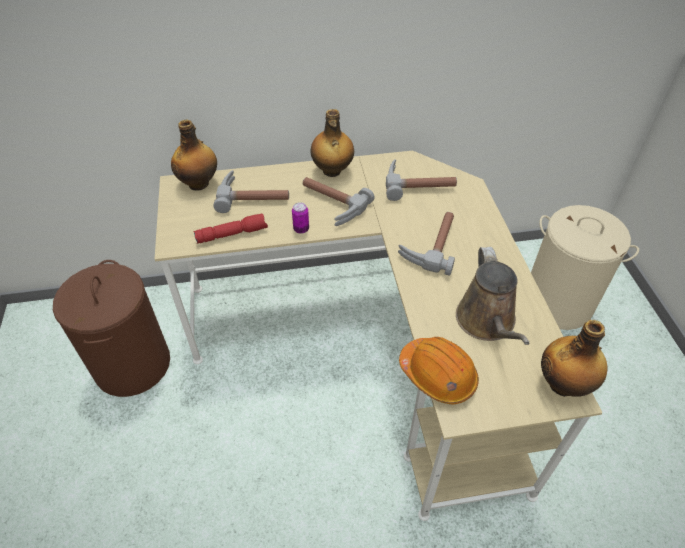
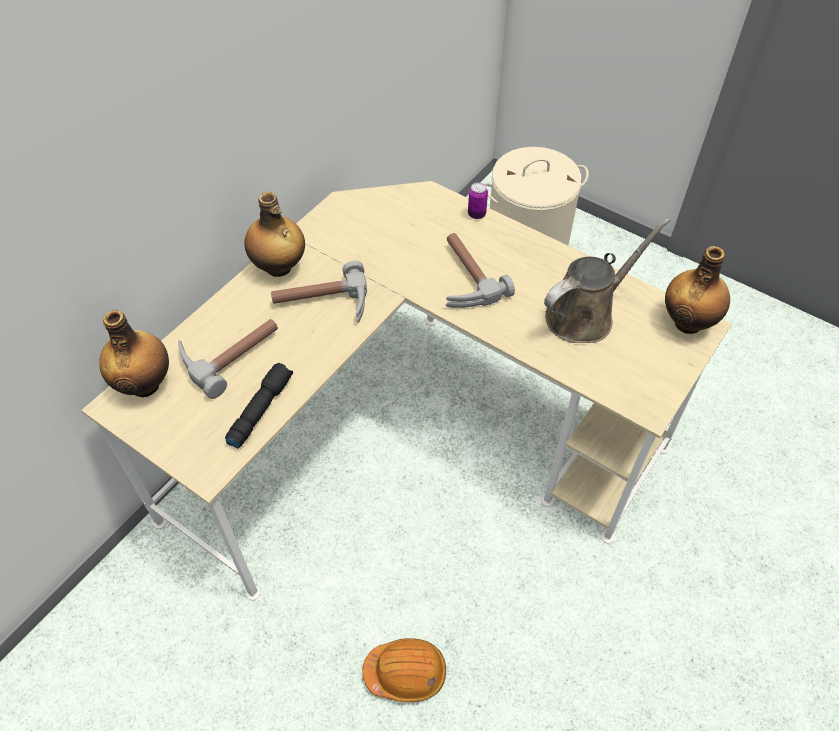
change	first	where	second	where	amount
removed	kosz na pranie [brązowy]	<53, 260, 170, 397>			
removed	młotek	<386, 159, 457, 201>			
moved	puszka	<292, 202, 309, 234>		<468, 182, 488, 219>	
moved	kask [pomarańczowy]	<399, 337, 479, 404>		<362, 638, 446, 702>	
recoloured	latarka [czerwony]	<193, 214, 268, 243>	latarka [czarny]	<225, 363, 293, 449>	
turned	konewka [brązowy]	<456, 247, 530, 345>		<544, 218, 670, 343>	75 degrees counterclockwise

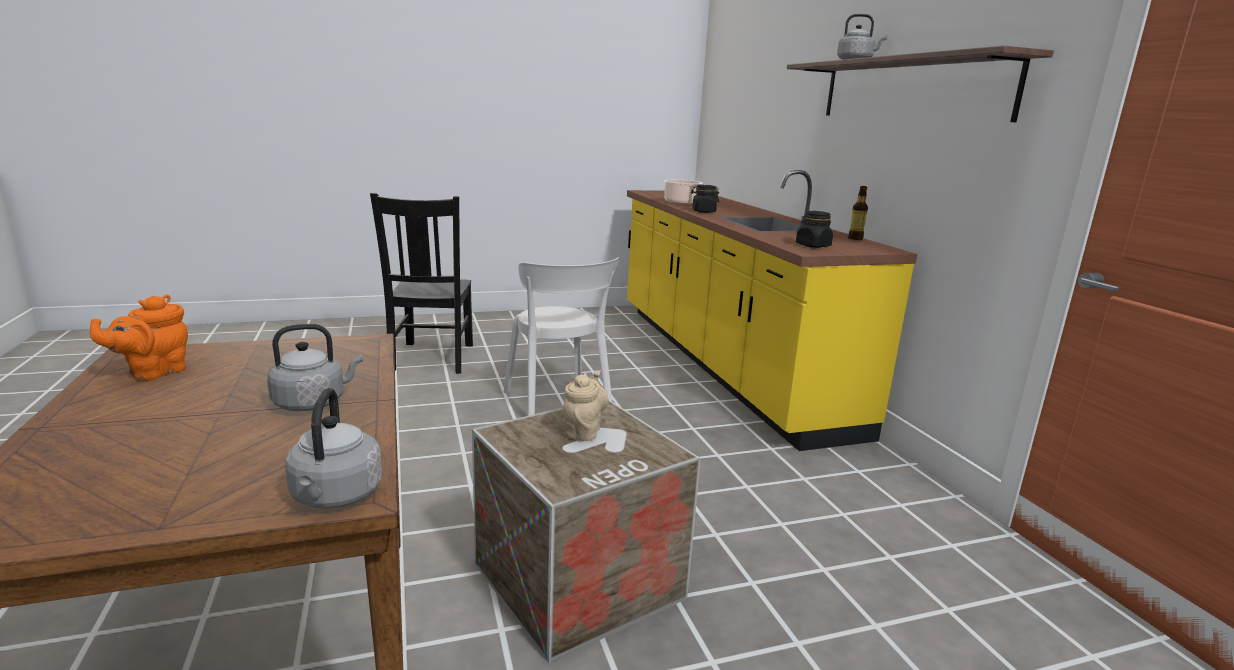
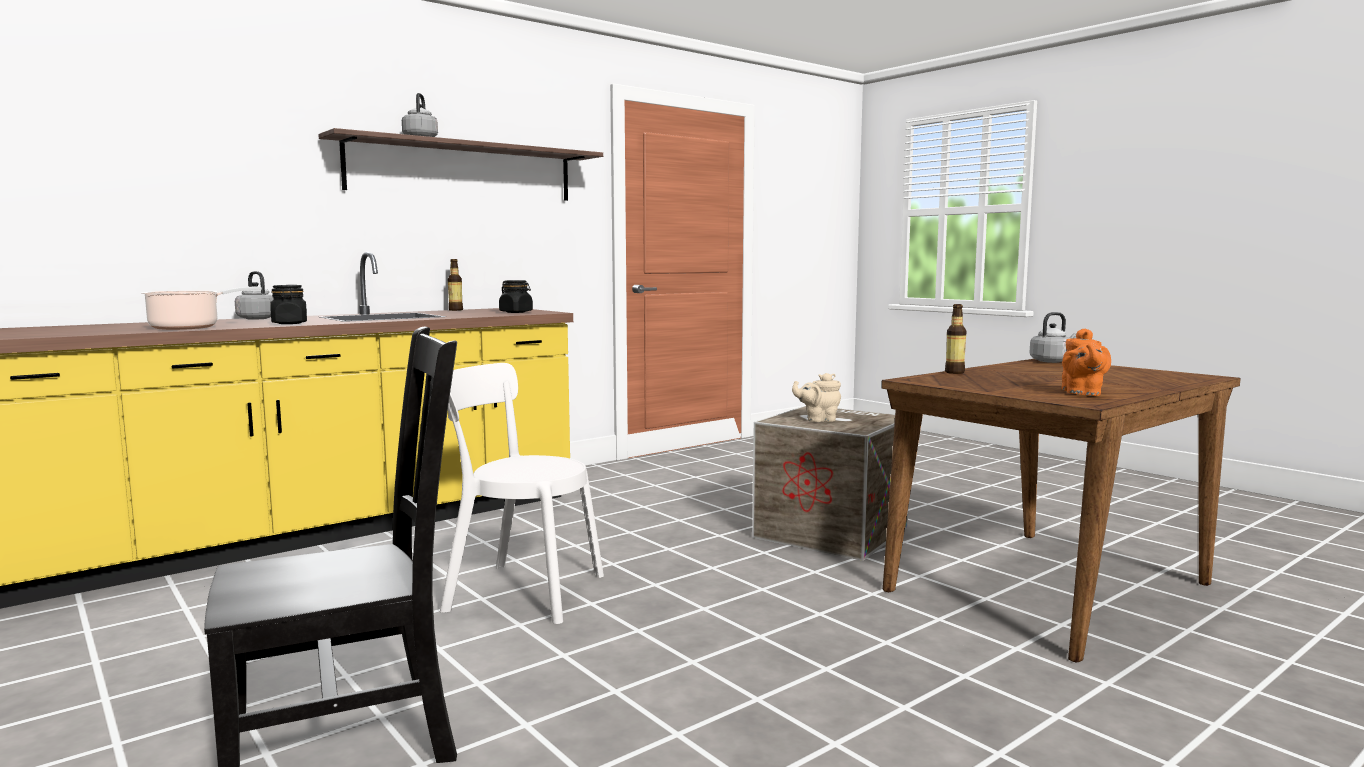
change	first	where	second	where	amount
added			butelka	<945, 304, 966, 374>	
moved	czajnik [szary]	<267, 324, 363, 411>		<235, 271, 274, 320>	
turned	imbryk [pomarańczowy]	<90, 295, 188, 381>		<1061, 328, 1111, 396>	90 degrees clockwise
turned	krzesło [biały]	<504, 257, 620, 416>		<440, 363, 604, 624>	120 degrees counterclockwise

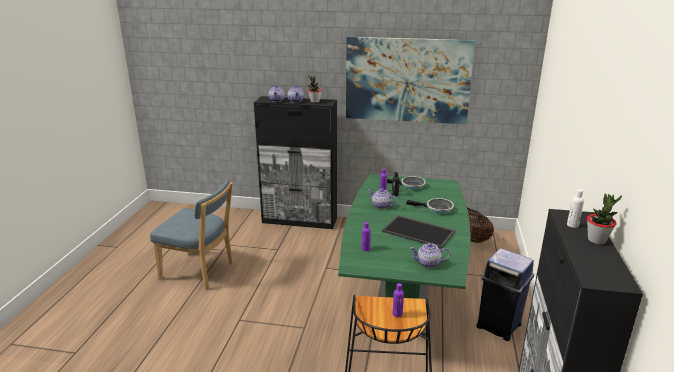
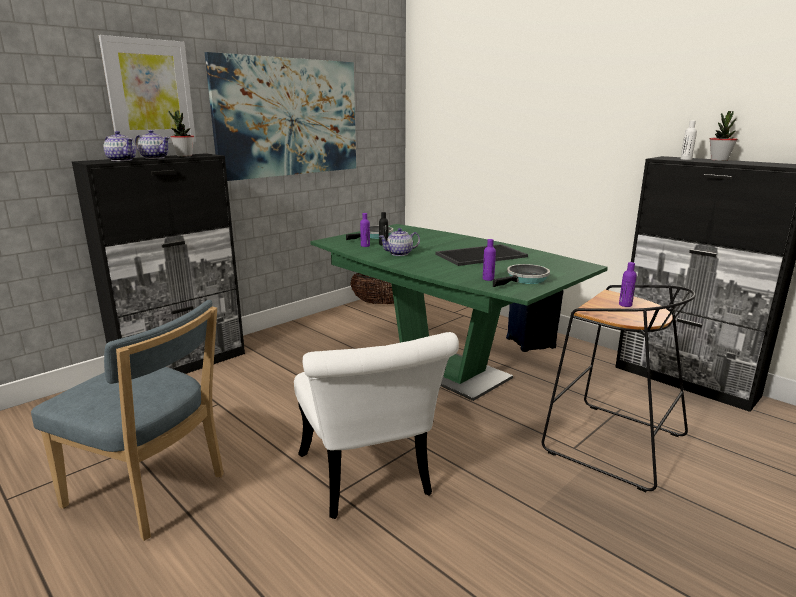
change	first	where	second	where	amount
removed	imbryk	<410, 243, 450, 268>			
added			obraz	<99, 35, 196, 144>	
added			krzesło [biały]	<294, 332, 459, 519>	
moved	patelnia	<406, 198, 454, 214>		<493, 264, 550, 287>	
turned	krzesło [niebieski]	<150, 179, 233, 290>		<31, 300, 224, 541>	60 degrees clockwise

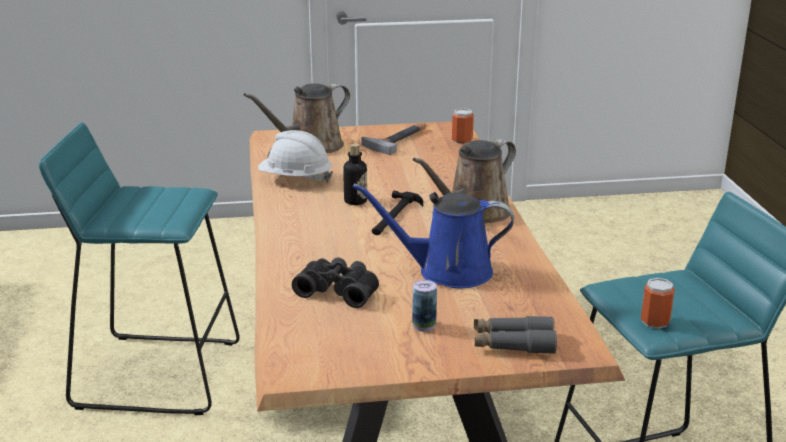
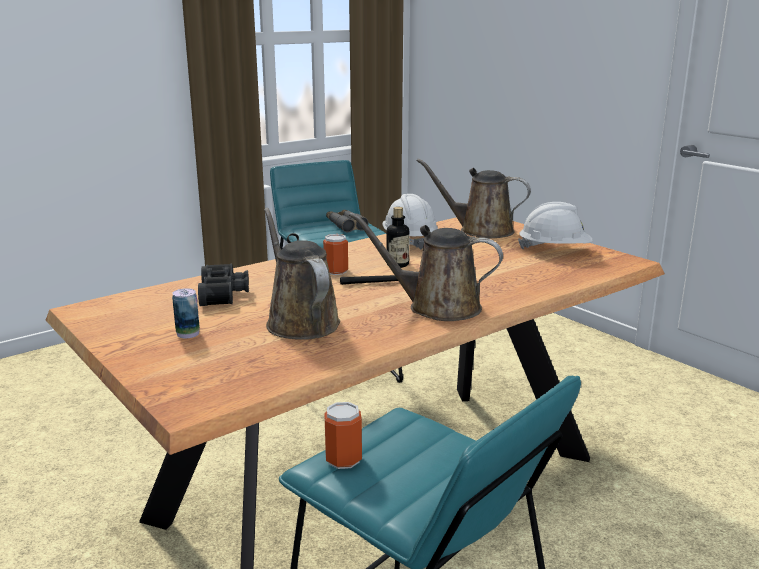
change	first	where	second	where	amount
moved	puszka	<452, 108, 474, 144>		<323, 234, 348, 275>	
moved	lornetka [szary]	<474, 316, 557, 354>		<326, 210, 369, 233>	
replaced	młotek	<361, 122, 426, 155>	kask [biały]	<518, 202, 593, 249>	
recoloured	konewka [niebieski]	<353, 183, 514, 288>	konewka [brązowy]	<264, 208, 340, 340>	

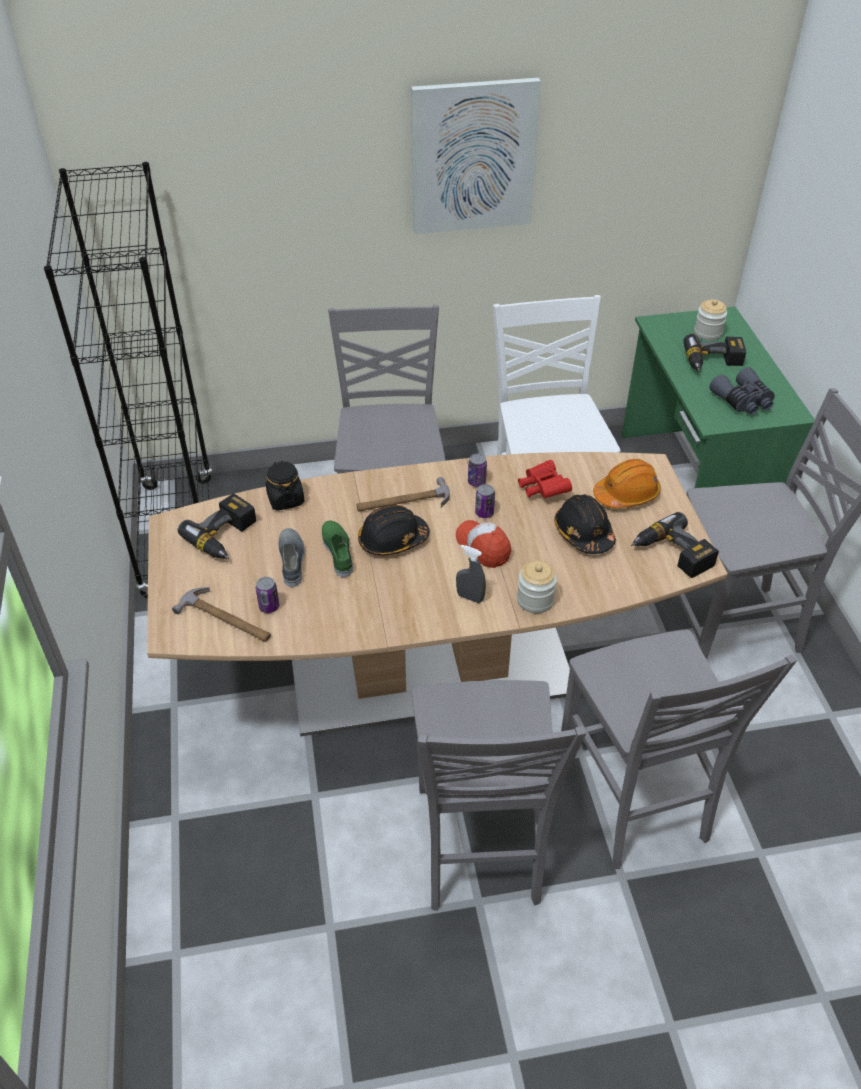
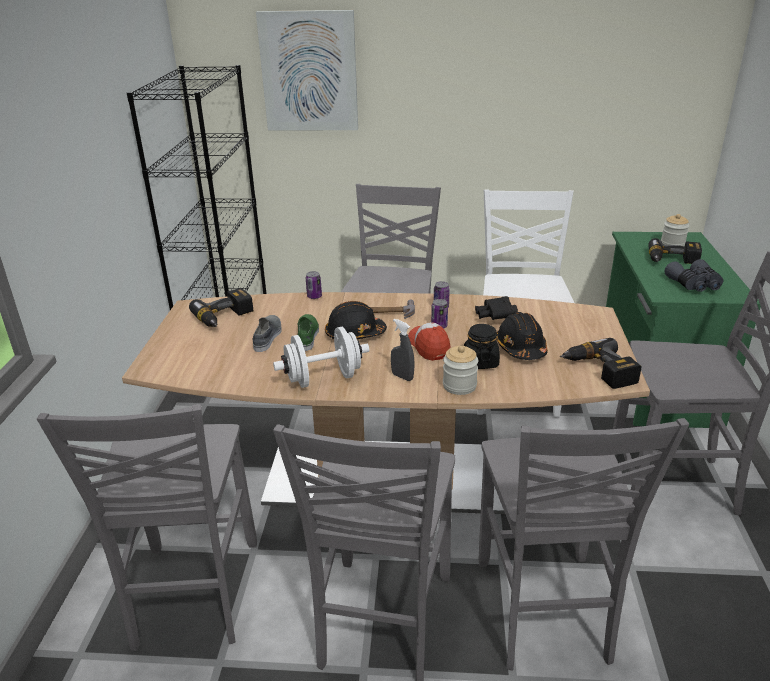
change	first	where	second	where	amount
removed	młotek	<172, 587, 271, 642>			
removed	kask [pomarańczowy]	<593, 459, 661, 508>			
added			krzesło [szary]	<37, 404, 257, 651>	
added			hantel [biały]	<273, 327, 369, 388>	
moved	puszka	<256, 577, 279, 613>		<306, 271, 322, 299>	
moved	słoik [czarny]	<266, 460, 305, 511>		<464, 324, 500, 369>	
moved	obraz	<411, 78, 541, 234>		<256, 10, 358, 130>	
recoloured	lornetka [czerwony]	<518, 460, 572, 498>	lornetka [czarny]	<475, 296, 518, 320>	

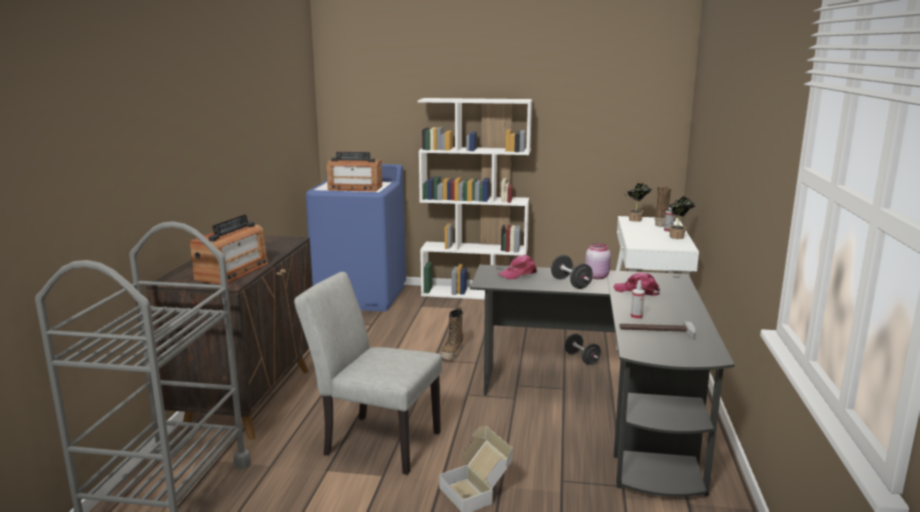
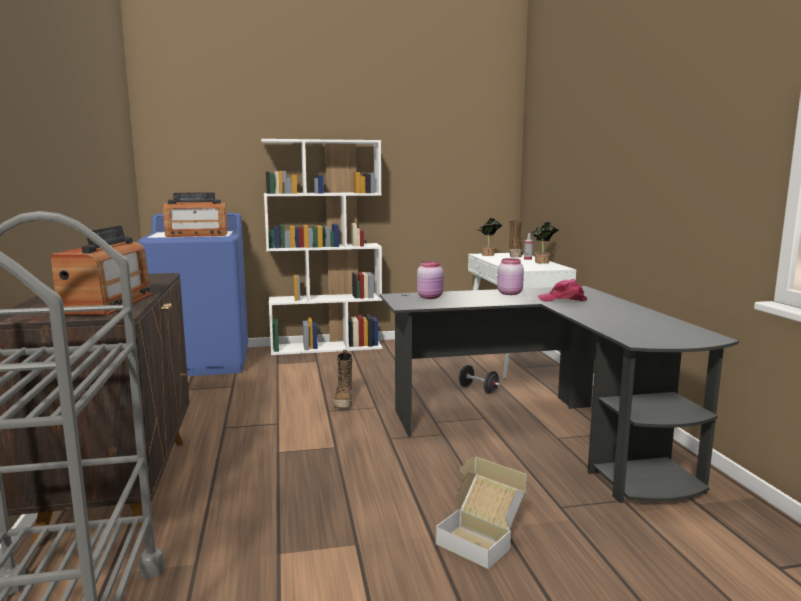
change	first	where	second	where	amount
removed	krzesło [szary]	<294, 272, 442, 475>			
removed	hantel [czarny]	<551, 255, 593, 289>			
removed	młotek	<619, 321, 696, 339>			
removed	spryskiwacz	<631, 280, 645, 320>			
replaced	czapka z daszkiem [różowy]	<498, 255, 537, 280>	słoik [różowy]	<417, 261, 444, 299>	

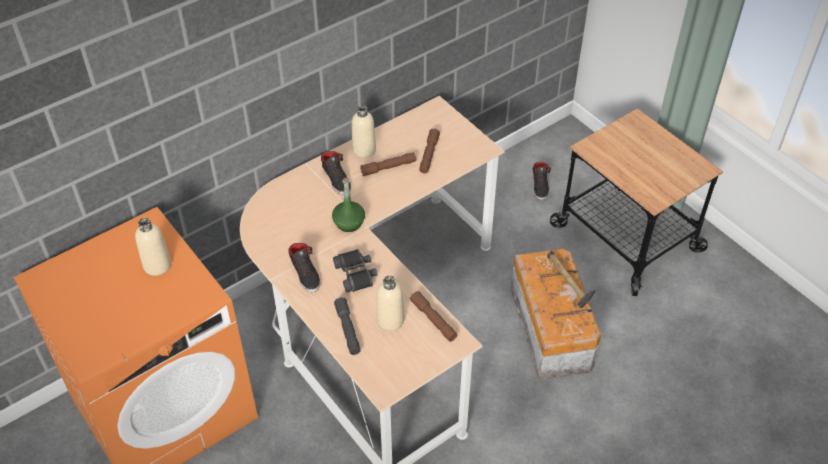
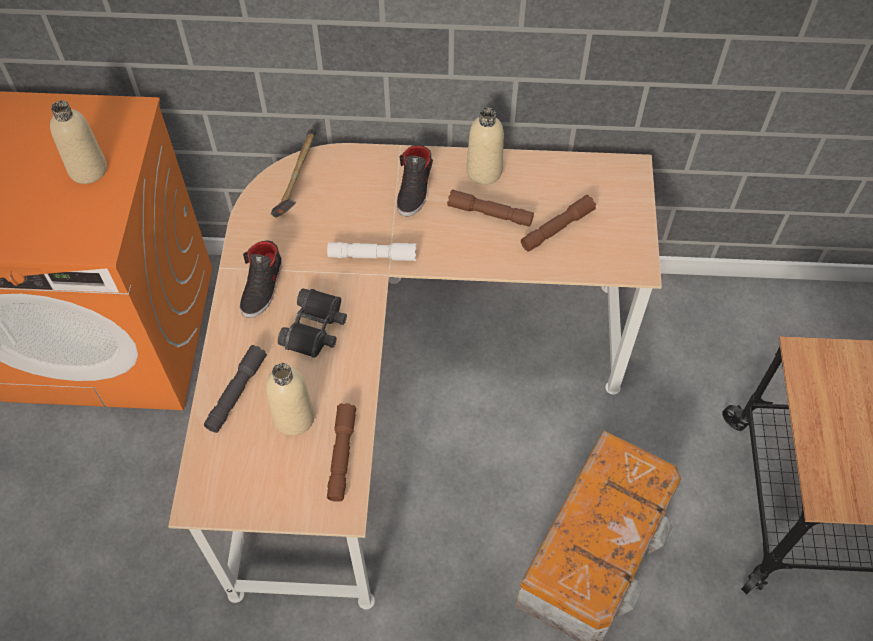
change	first	where	second	where	amount
removed	but [czarny]	<533, 162, 551, 200>			
moved	młotek	<547, 251, 596, 308>		<271, 129, 316, 218>	
replaced	butelka [zielony]	<332, 178, 365, 232>	latarka [biały]	<327, 242, 417, 261>	

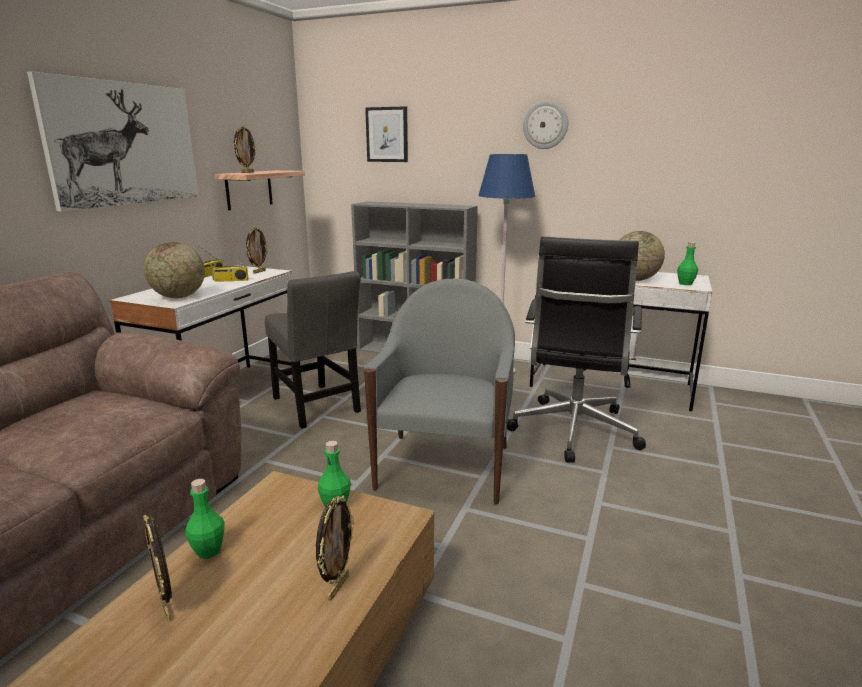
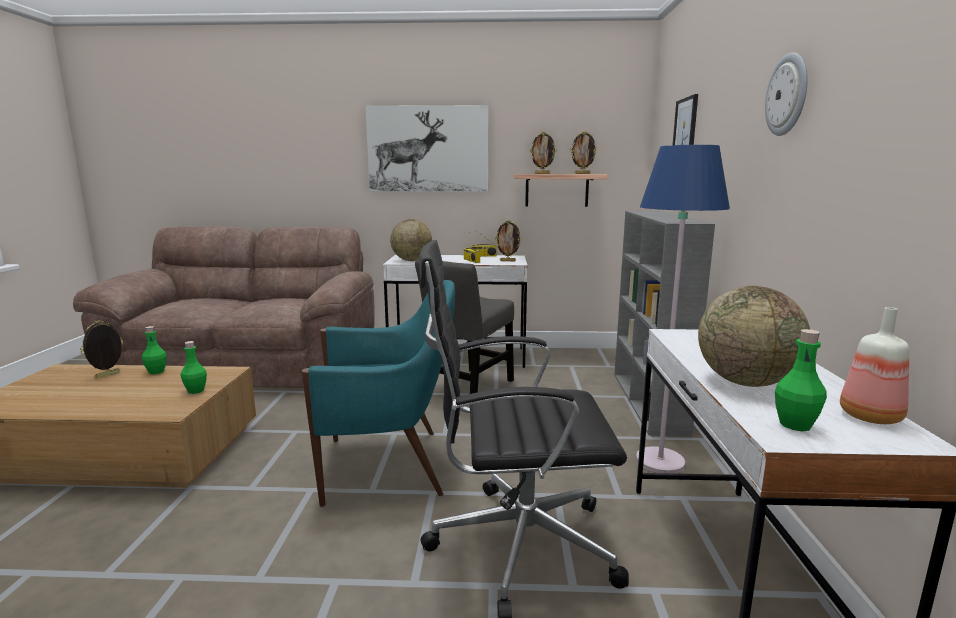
change	first	where	second	where	amount
added			butelka	<840, 307, 909, 424>	
moved	ramka na zdjęcie	<316, 495, 354, 601>		<570, 131, 598, 174>	
recoloured	fotel [szary]	<364, 279, 515, 504>	fotel [turkusowy]	<302, 280, 455, 507>	

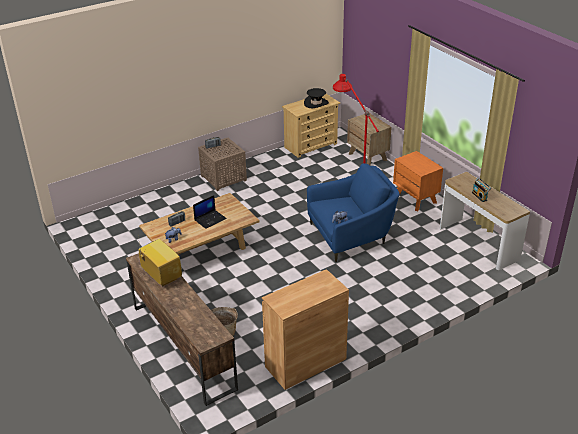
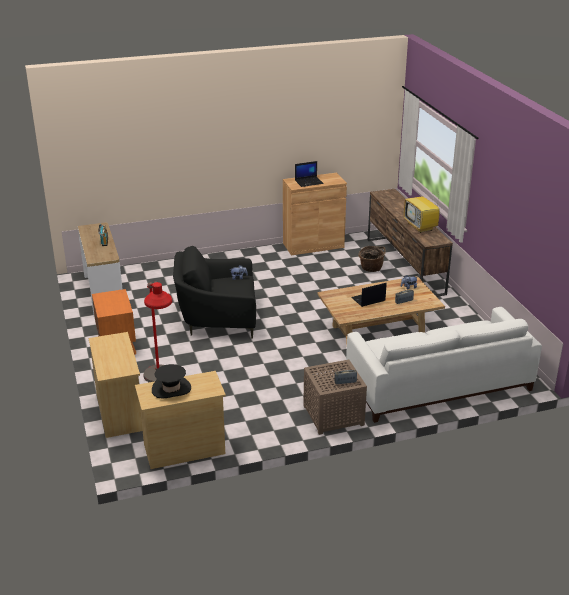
change	first	where	second	where	amount
added			laptop	<295, 161, 324, 187>	
added			kanapa [biały]	<346, 307, 542, 423>	
replaced	szafka nocna [brązowy]	<347, 113, 392, 165>	komoda [beżowy]	<89, 332, 143, 438>	
recoloured	fotel [niebieski]	<307, 163, 400, 262>	fotel [czarny]	<173, 246, 256, 339>	

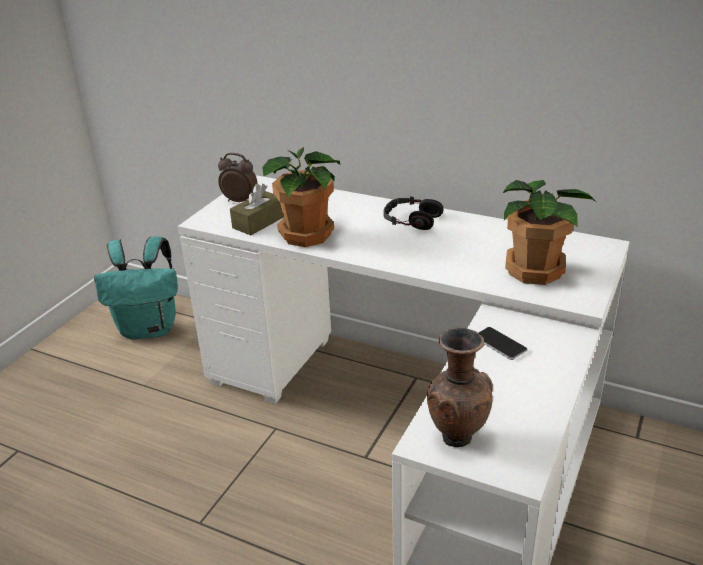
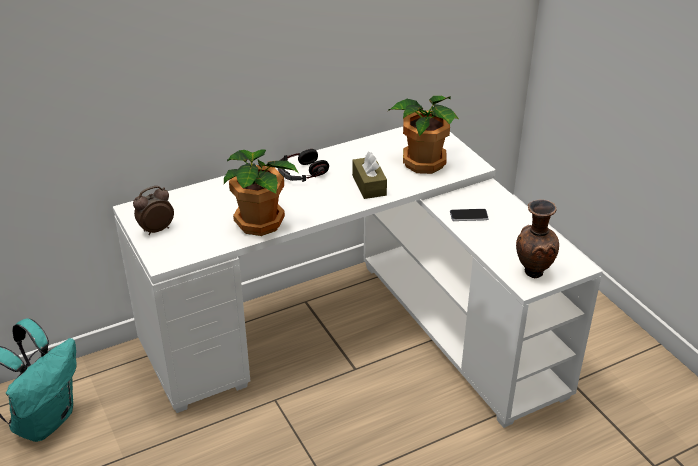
change	first	where	second	where	amount
moved	pudełko chusteczek [brązowy]	<230, 184, 284, 235>		<352, 152, 387, 199>	

